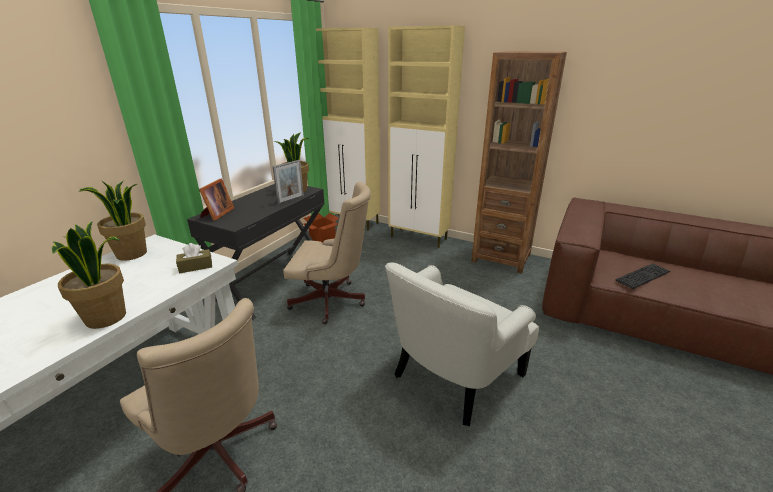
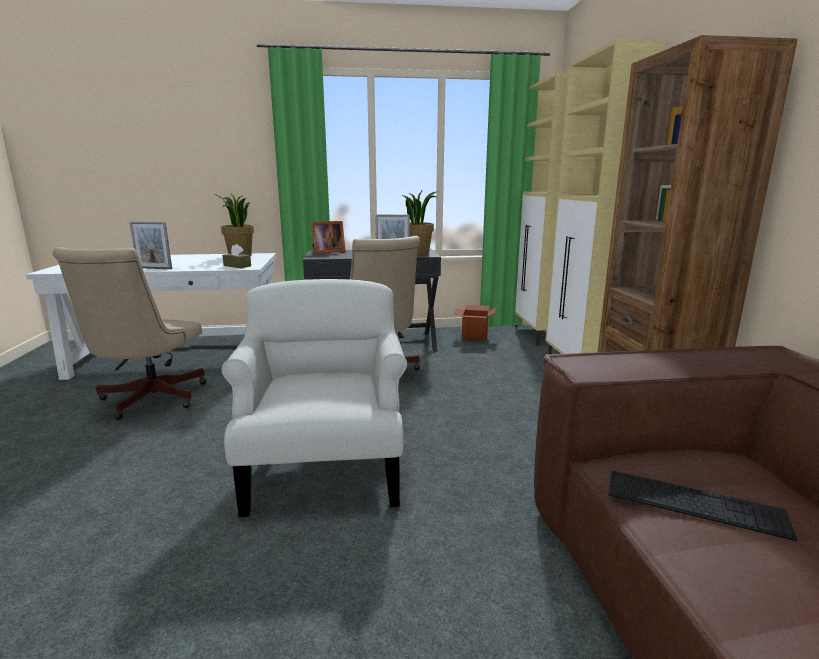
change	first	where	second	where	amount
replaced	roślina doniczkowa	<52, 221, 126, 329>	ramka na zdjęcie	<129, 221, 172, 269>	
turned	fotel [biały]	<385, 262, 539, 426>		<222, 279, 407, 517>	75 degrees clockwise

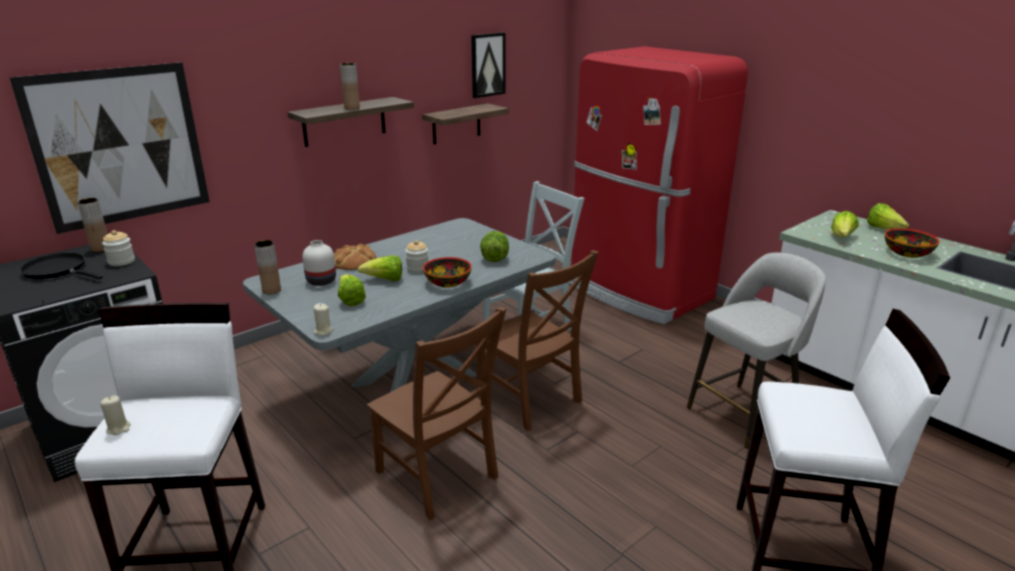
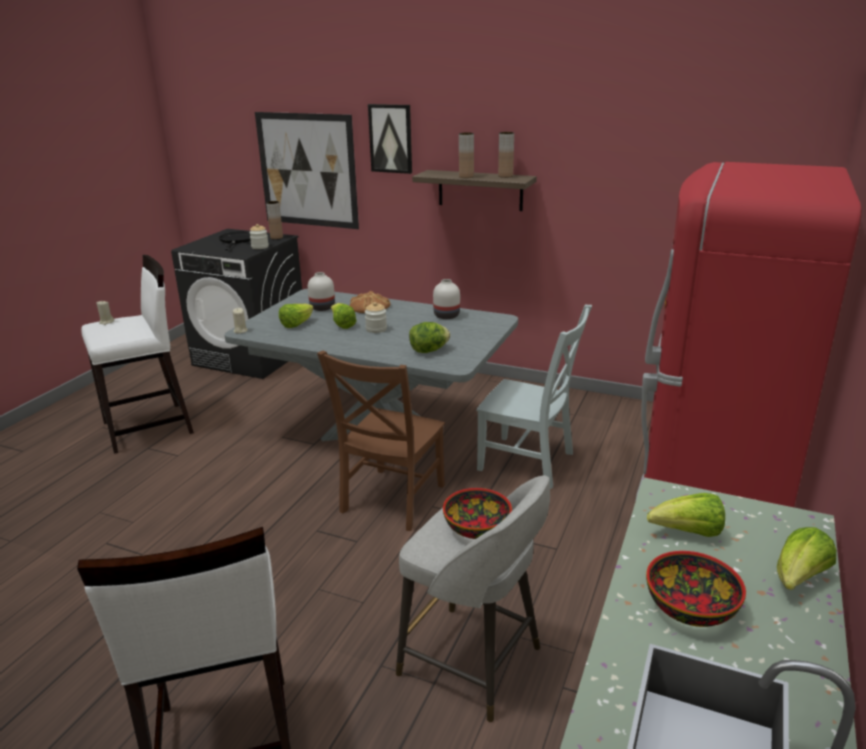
change	first	where	second	where	amount
removed	krzesło [brązowy]	<367, 307, 507, 520>			
removed	półka	<422, 103, 509, 145>			
added			wazon [biały]	<433, 279, 460, 319>	
moved	wazon [brązowy]	<254, 240, 281, 294>		<498, 132, 514, 178>	
moved	miska	<423, 257, 472, 288>		<443, 488, 512, 539>	
moved	obraz	<471, 32, 506, 98>		<368, 104, 412, 174>	

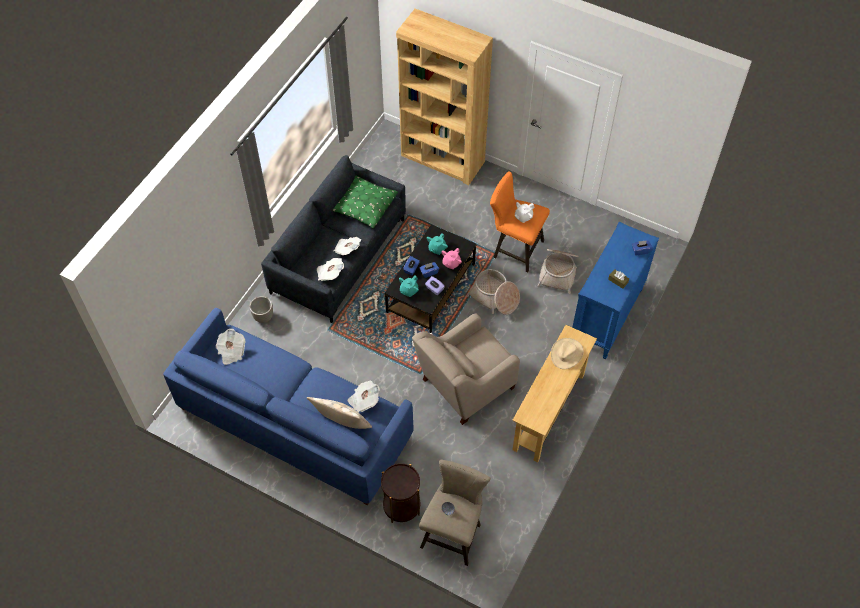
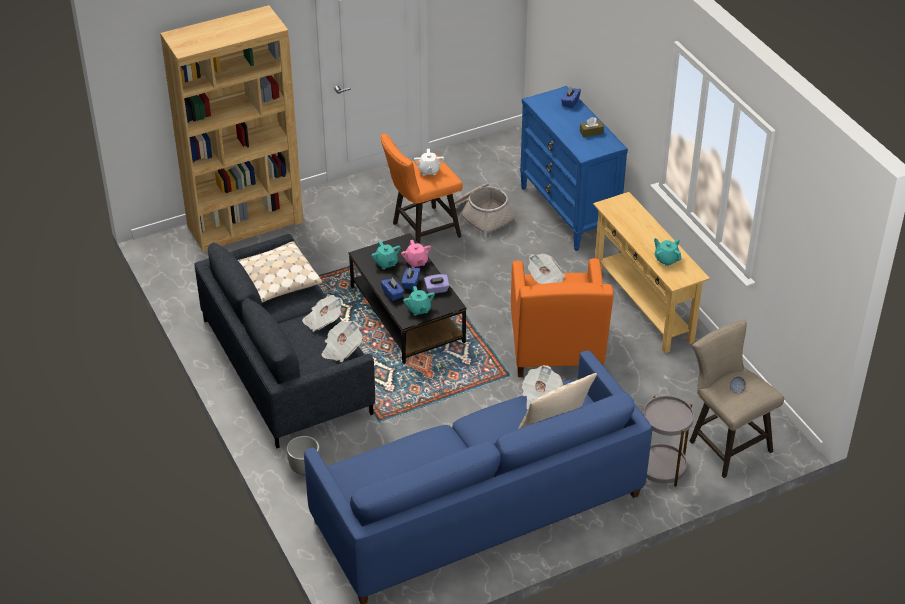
change	first	where	second	where	amount
removed	koszyk	<466, 269, 520, 315>			
removed	kapelusz [beżowy]	<551, 338, 584, 369>			
added			imbryk [turkusowy]	<654, 238, 681, 266>	
moved	gazeta	<216, 329, 246, 365>		<528, 254, 565, 284>	
recoloured	poduszka [zielony]	<332, 176, 398, 228>	poduszka [beżowy]	<238, 242, 322, 303>	
recoloured	stolik [brązowy]	<381, 463, 420, 523>	stolik [szary]	<643, 395, 694, 487>	
recoloured	fotel [beżowy]	<412, 313, 520, 425>	fotel [pomarańczowy]	<511, 258, 614, 377>	

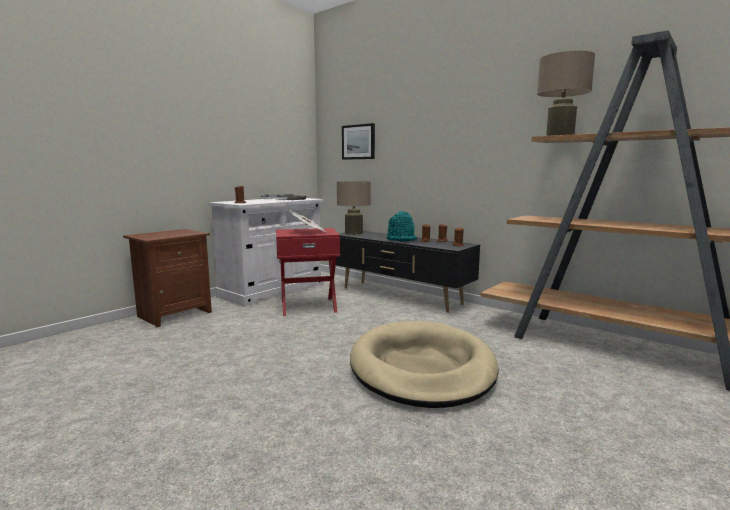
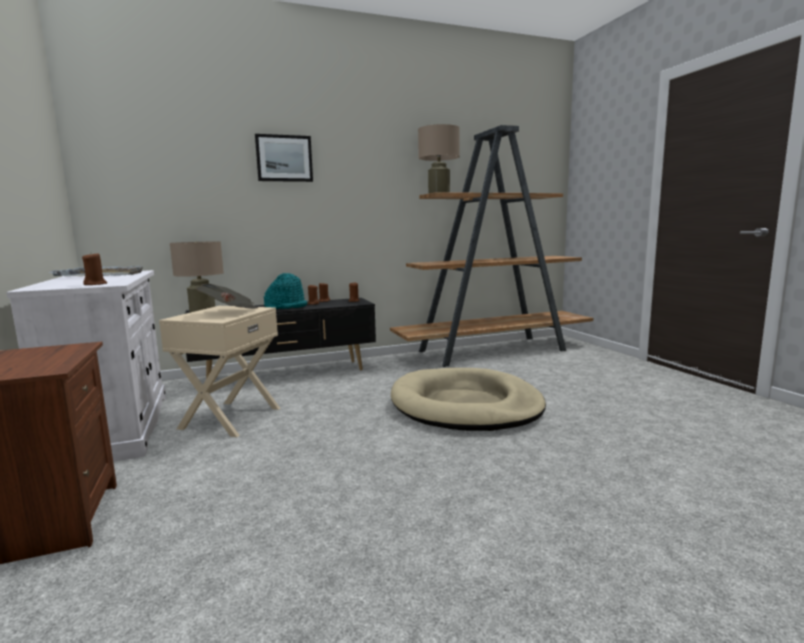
change	first	where	second	where	amount
moved	obraz	<342, 123, 375, 160>		<255, 134, 313, 182>	
recoloured	stolik [czerwony]	<276, 228, 340, 316>	stolik [beżowy]	<159, 306, 281, 437>	

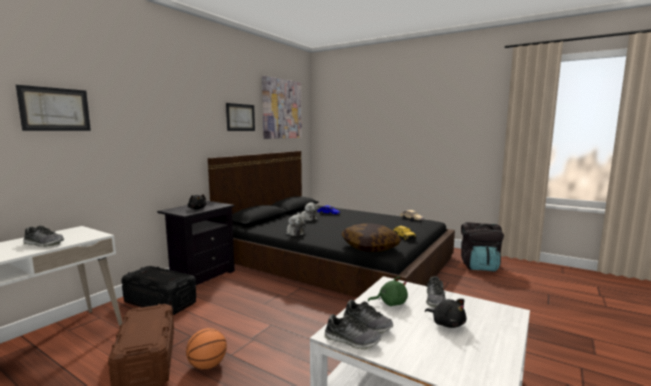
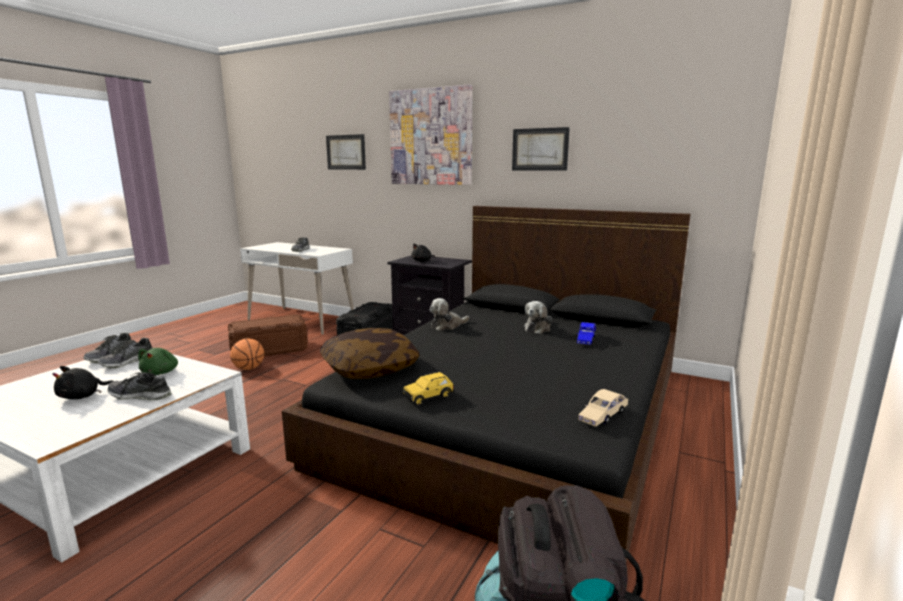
change	first	where	second	where	amount
moved	obraz	<262, 76, 302, 139>		<389, 84, 473, 185>	

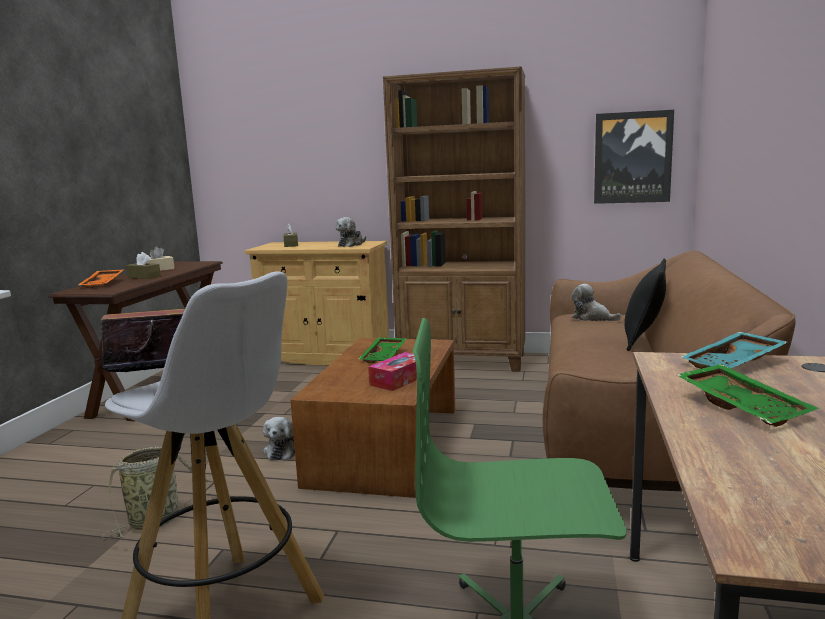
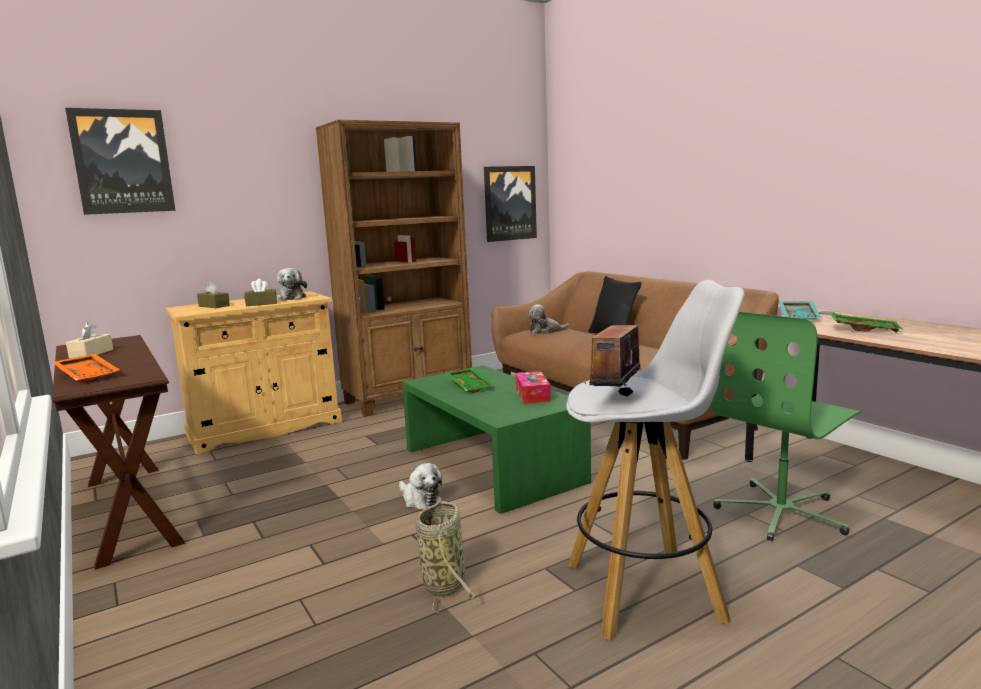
change	first	where	second	where	amount
added			obraz	<65, 108, 175, 215>	
moved	pudełko chusteczek [brązowy]	<126, 252, 161, 279>		<244, 279, 277, 306>	
recoloured	ława [brązowy]	<291, 338, 455, 498>	ława [zielony]	<402, 365, 591, 514>	

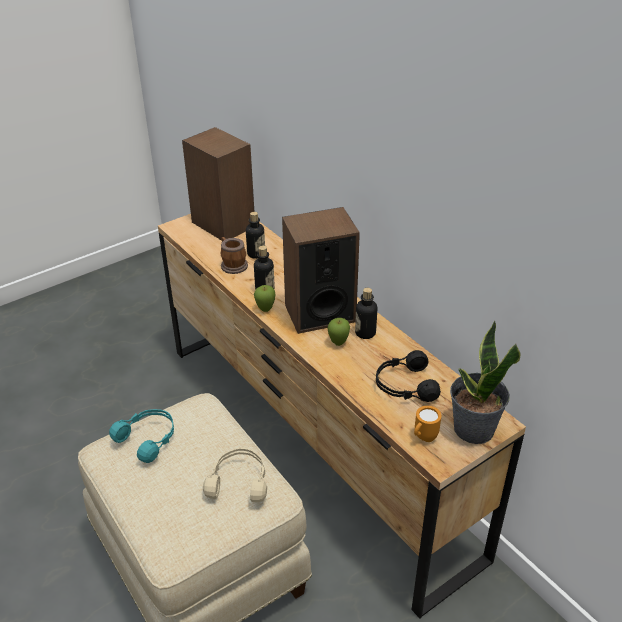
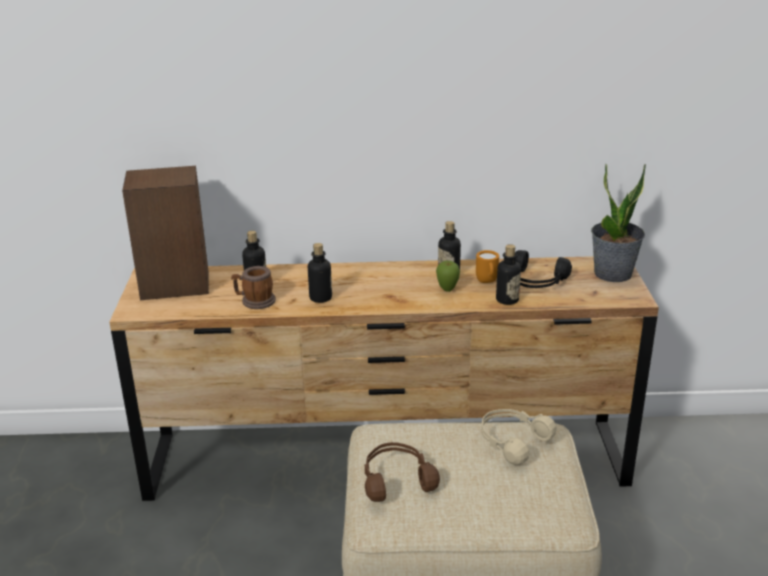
change	first	where	second	where	amount
removed	jabłko	<254, 285, 276, 312>			
removed	głośnik	<282, 207, 360, 334>			
added			butelka	<496, 244, 521, 305>	
moved	kubek [pomarańczowy]	<414, 406, 441, 442>		<476, 250, 499, 283>	
recoloured	słuchawki [turkusowy]	<109, 409, 174, 463>	słuchawki [brązowy]	<365, 442, 440, 502>	

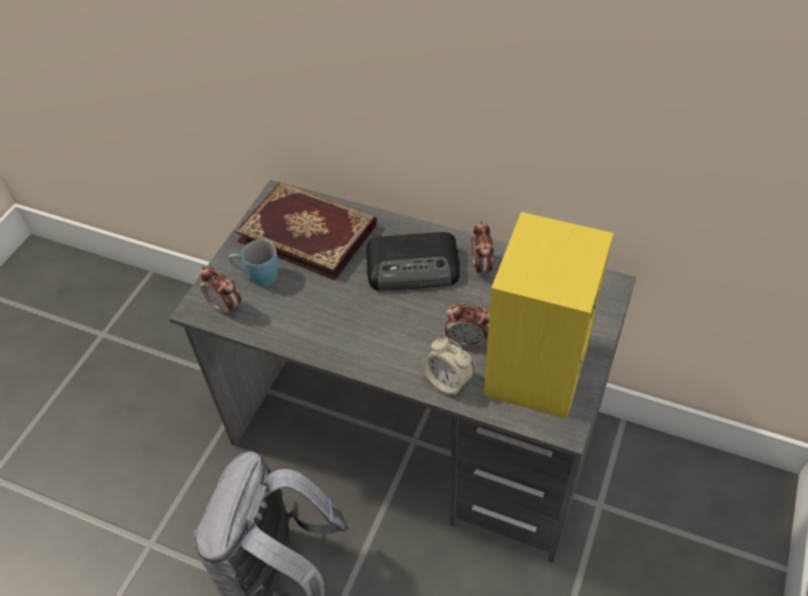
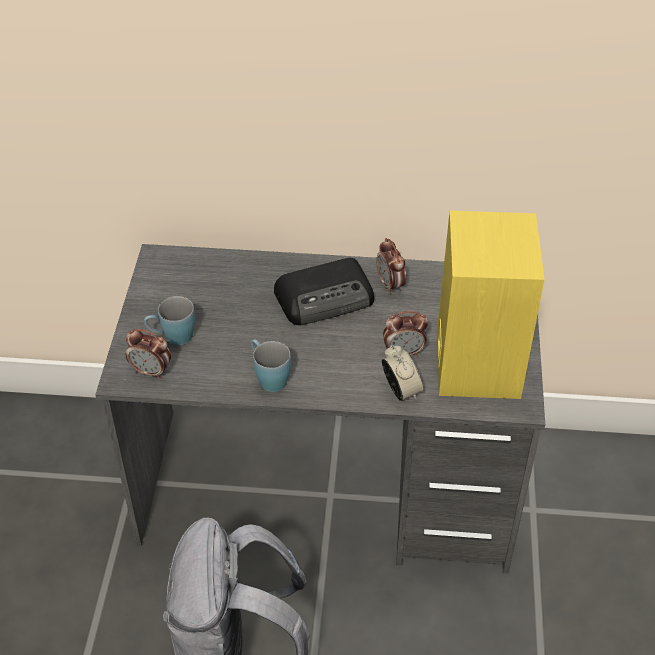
change	first	where	second	where	amount
removed	książka	<235, 182, 377, 280>			
added			kubek [niebieski]	<251, 339, 291, 392>	
turned	budzik	<422, 337, 474, 396>		<382, 345, 423, 401>	135 degrees counterclockwise

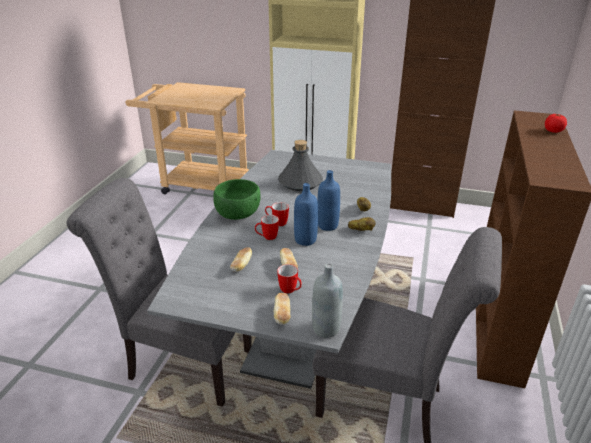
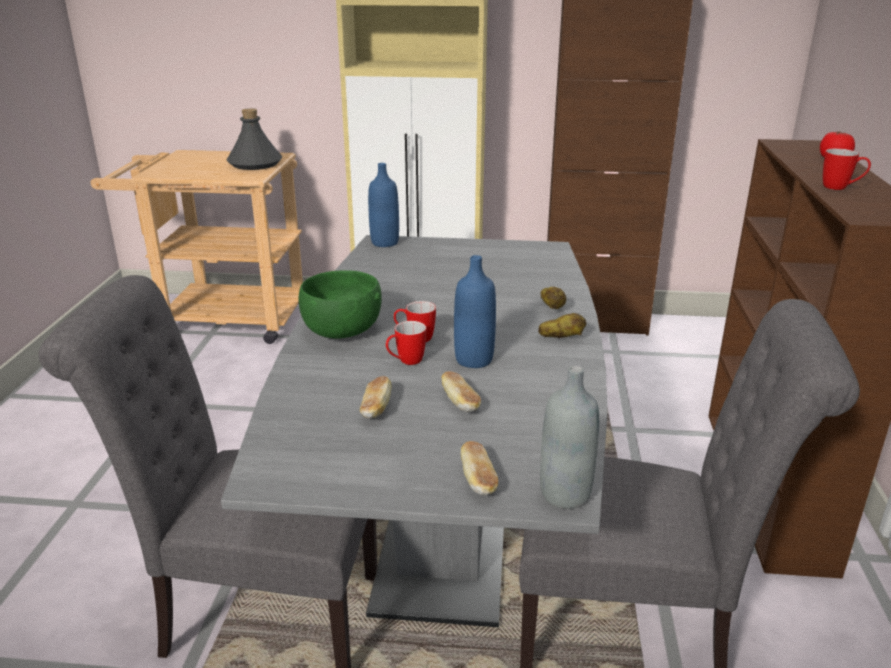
change	first	where	second	where	amount
moved	kubek	<277, 264, 302, 294>		<823, 148, 871, 190>	
moved	butelka [szary]	<278, 140, 323, 191>		<227, 108, 282, 170>	
moved	butelka [niebieski]	<317, 170, 340, 231>		<368, 163, 399, 247>	

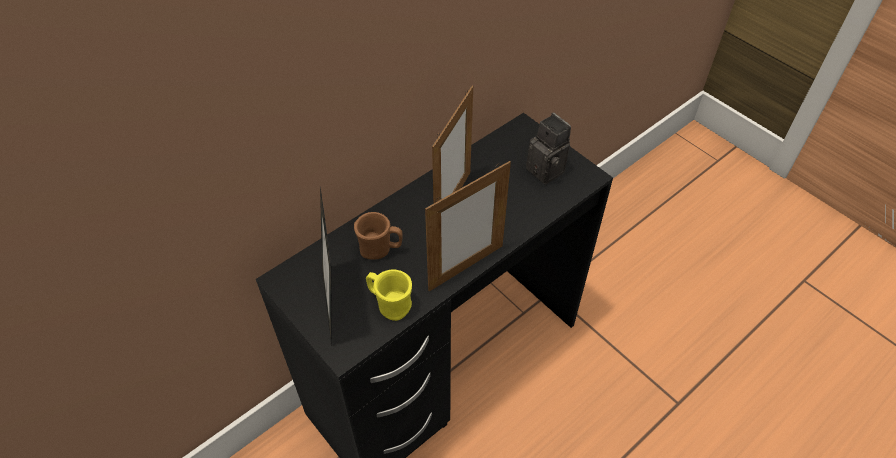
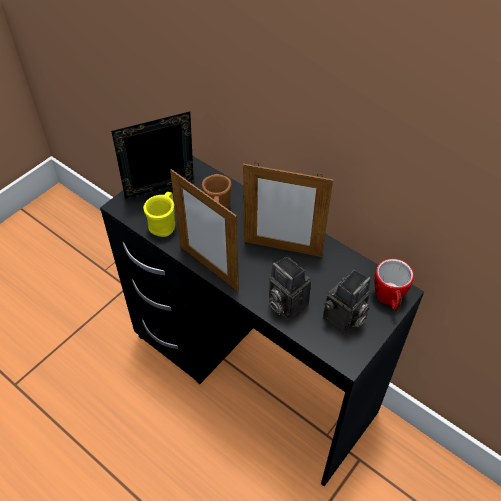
change	first	where	second	where	amount
added			aparat fotograficzny	<268, 256, 311, 320>	
added			kubek	<374, 259, 414, 311>	

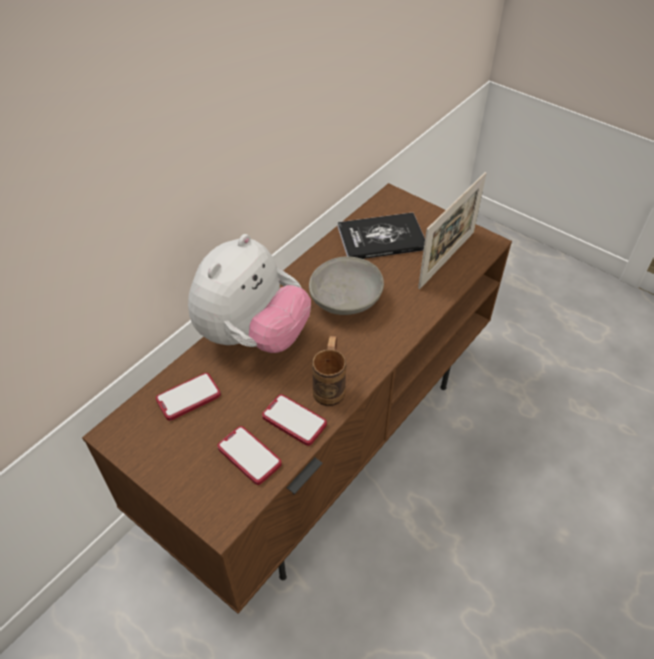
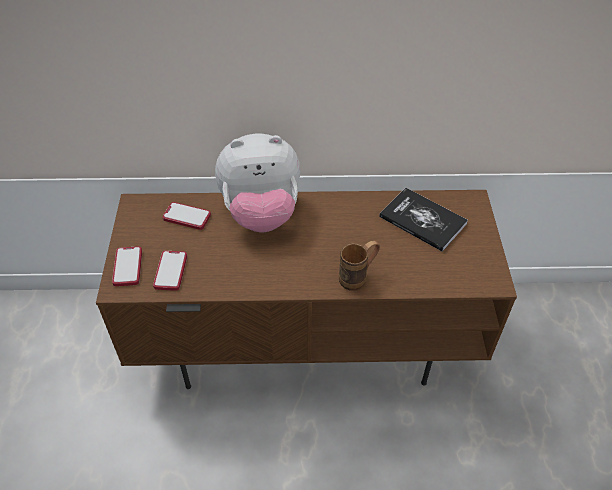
change	first	where	second	where	amount
removed	miska [szary]	<309, 256, 384, 315>			
removed	ramka na zdjęcie	<418, 172, 486, 289>			
moved	telefon	<262, 394, 327, 446>		<112, 246, 142, 286>	
moved	kubek [brązowy]	<312, 336, 346, 406>		<339, 241, 380, 291>	

